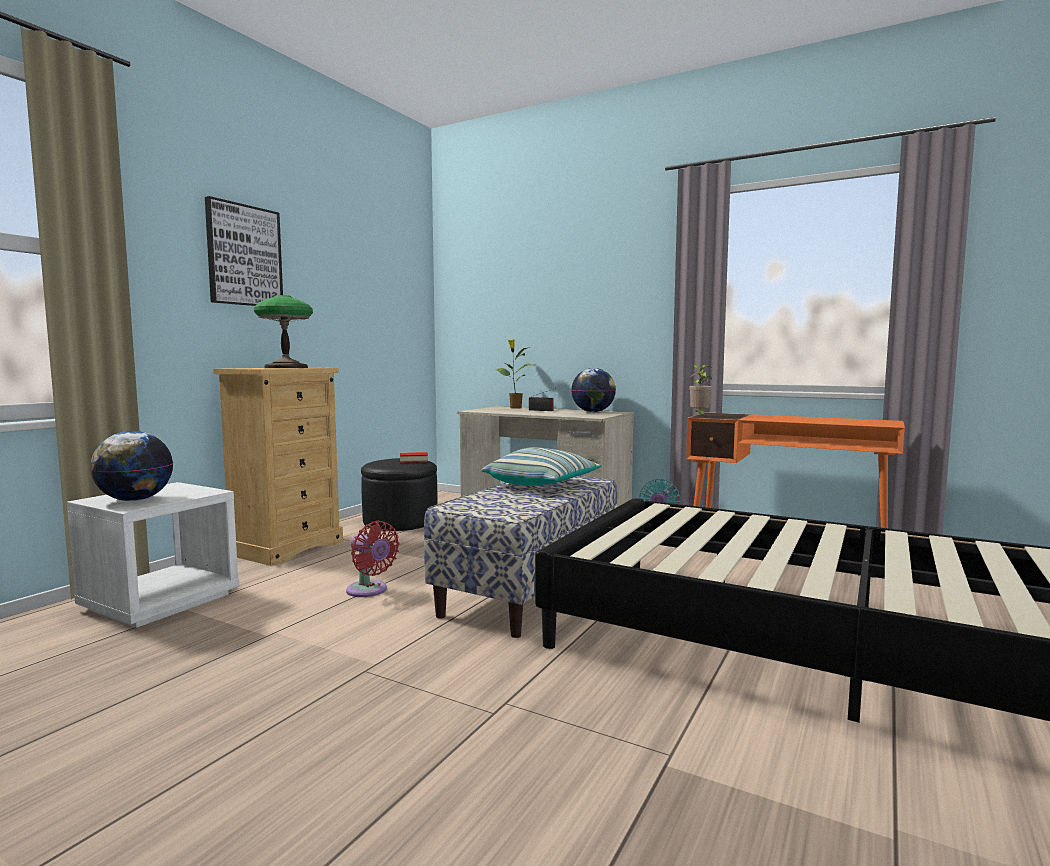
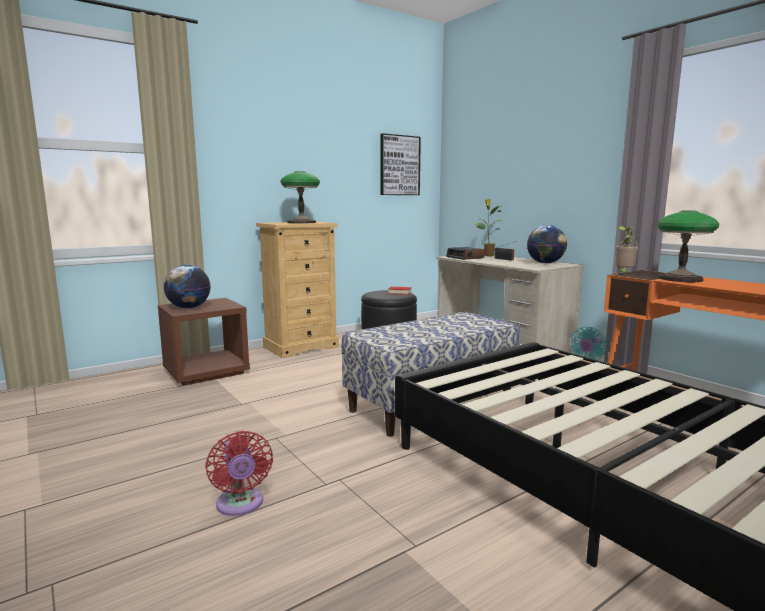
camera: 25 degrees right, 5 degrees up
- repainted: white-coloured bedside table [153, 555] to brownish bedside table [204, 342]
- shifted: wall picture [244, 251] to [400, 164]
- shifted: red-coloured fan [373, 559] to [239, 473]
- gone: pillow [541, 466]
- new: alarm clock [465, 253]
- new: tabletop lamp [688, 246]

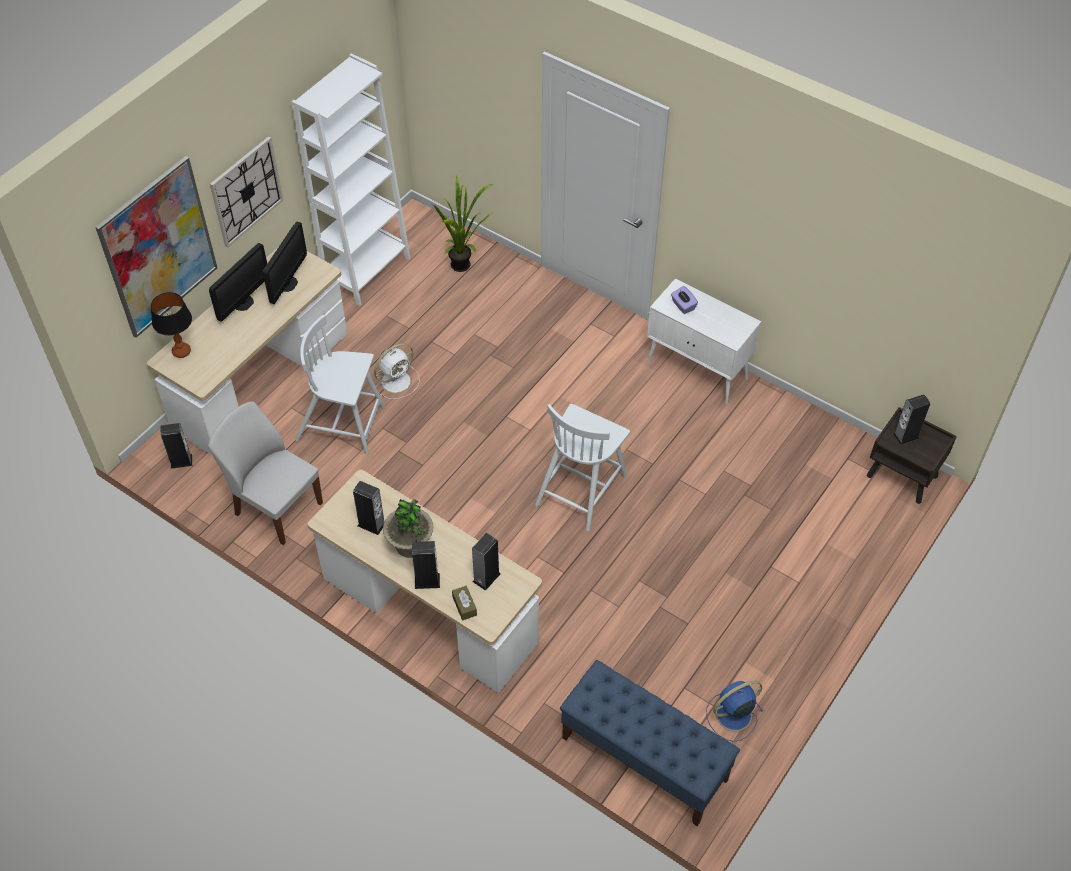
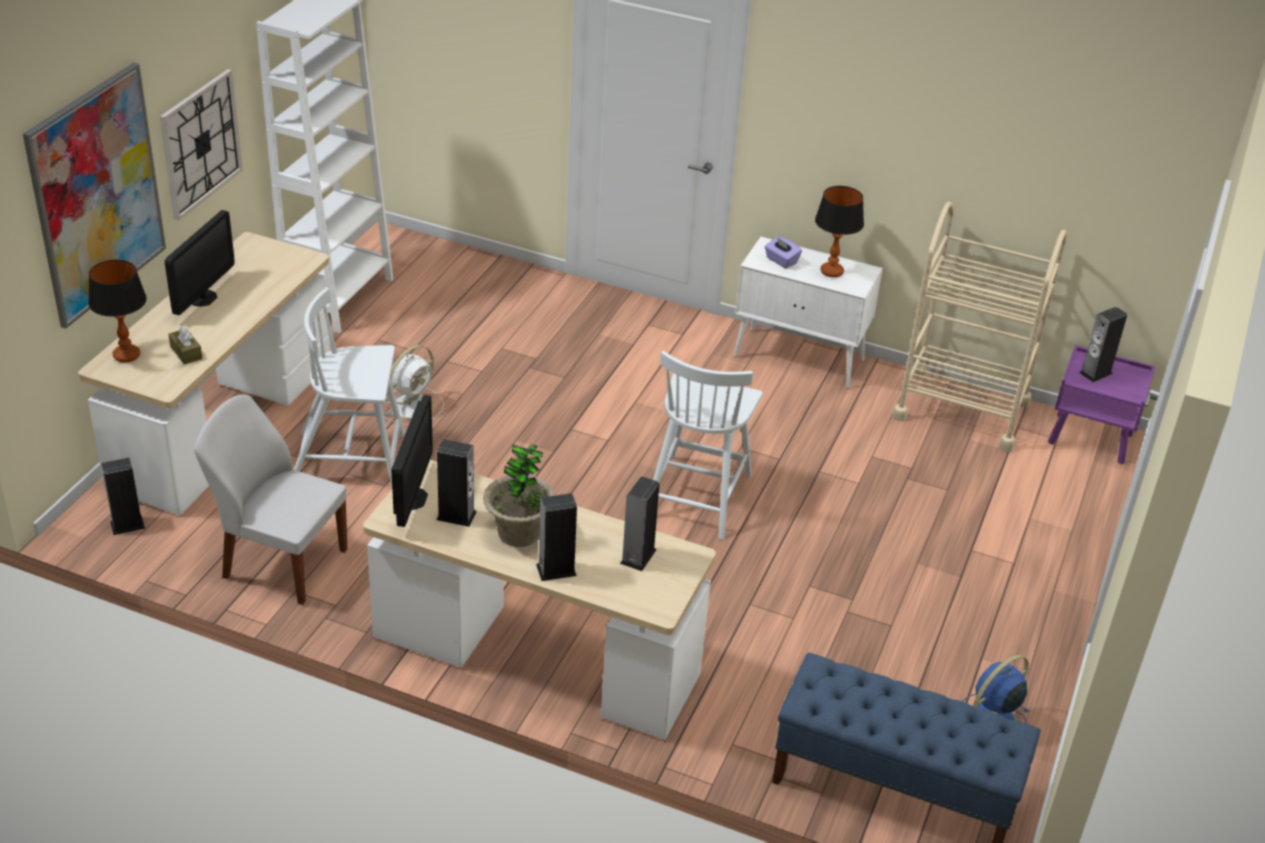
camera: 15 degrees left, 15 degrees down
- shifted: computer screen [284, 263] to [412, 461]
- gone: plant in a pot [463, 224]
- shifted: brownish box of tissues [464, 603] to [185, 345]
- repainted: brownish bedside table [912, 455] to purple-coloured bedside table [1101, 404]
- new: tabletop lamp [839, 231]
- new: sand-coloured trolley [979, 327]

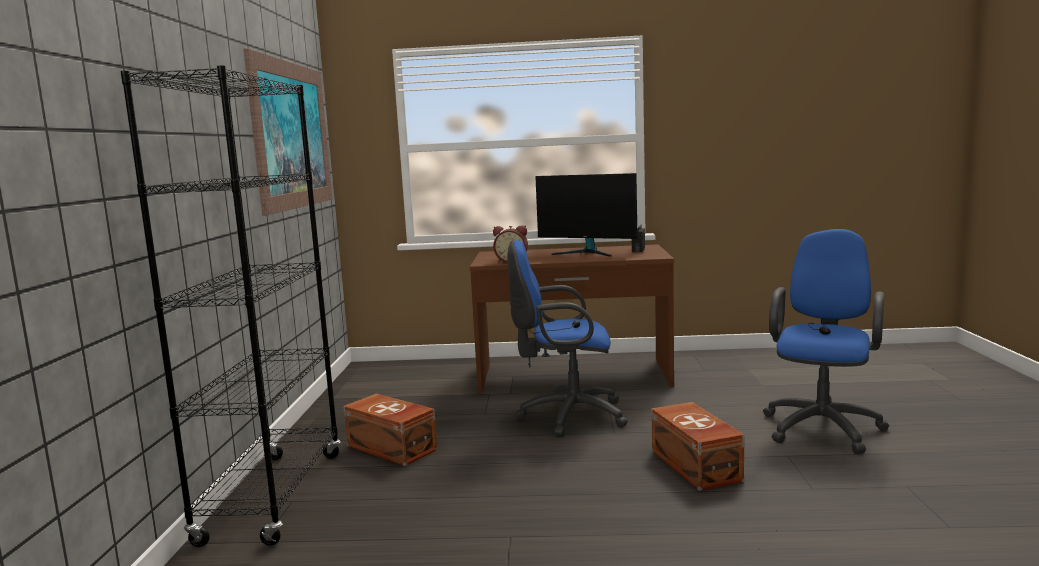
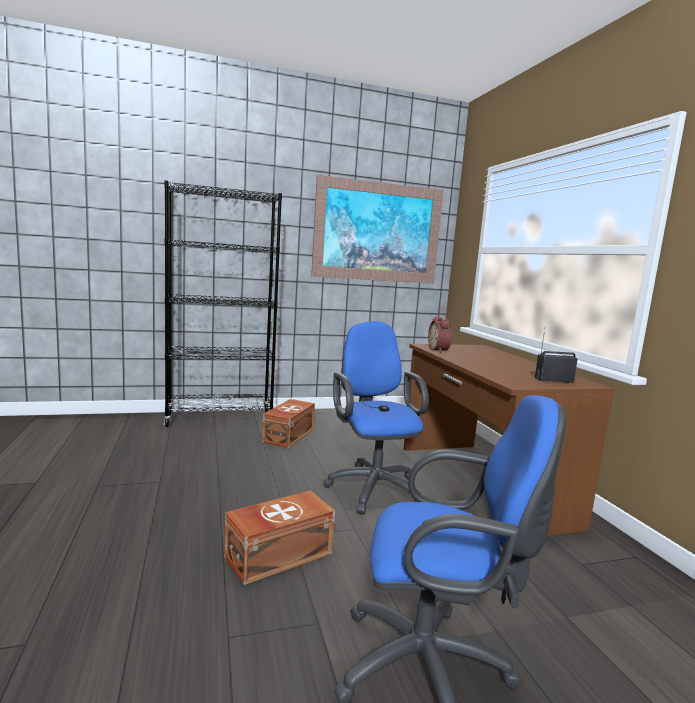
camera: 70 degrees right, 0 degrees up
- gone: computer screen [586, 215]

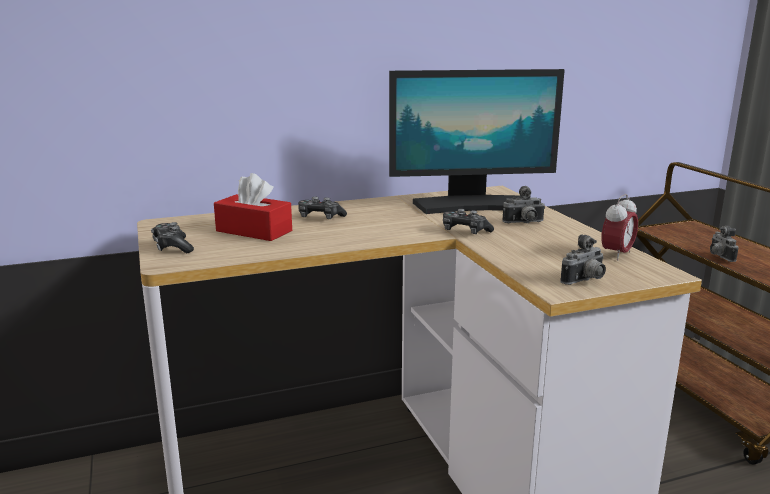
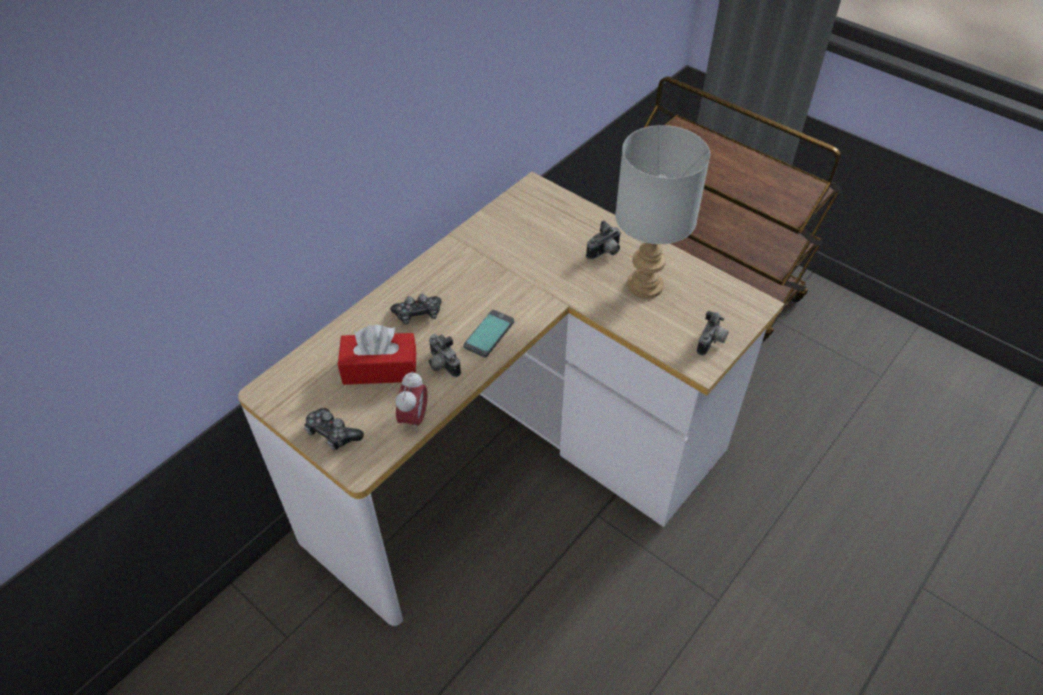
camera: 30 degrees left, 30 degrees up
- gone: computer screen [477, 141]
- gone: joypad [468, 221]
- shifted: alarm clock [619, 227] to [411, 401]
- shifted: still camera [724, 244] to [445, 355]
- new: phone [488, 334]
- new: grey tabletop lamp [662, 212]

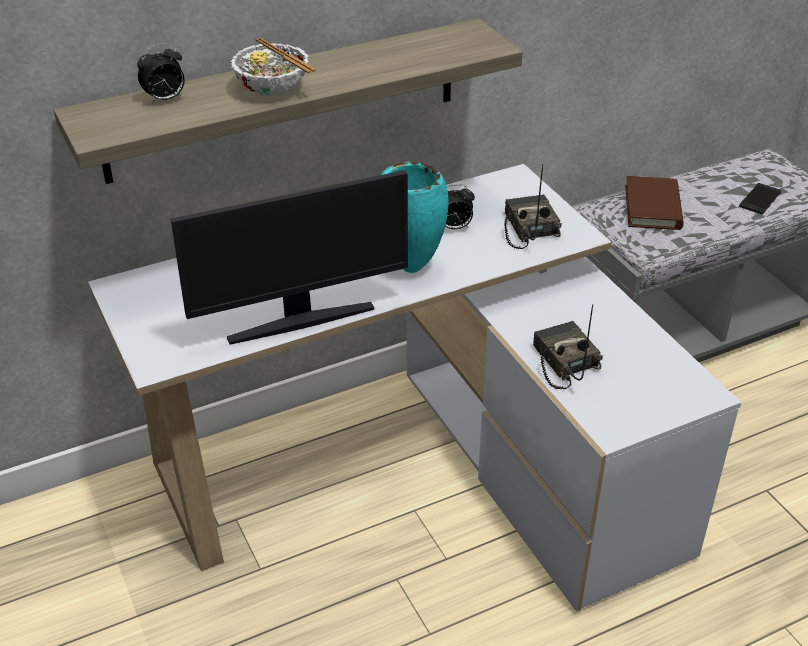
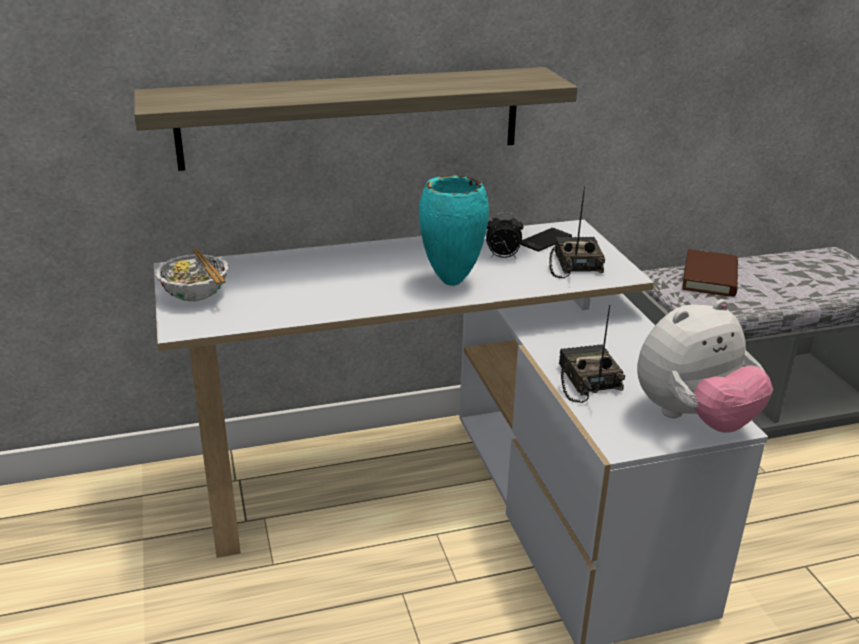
camera: 10 degrees right, 10 degrees down
- gone: alarm clock [161, 73]
- gone: computer screen [289, 257]
- shifted: deep dish [273, 67] to [192, 275]
- shifted: phone [760, 198] to [546, 240]
- new: soft toy [705, 366]

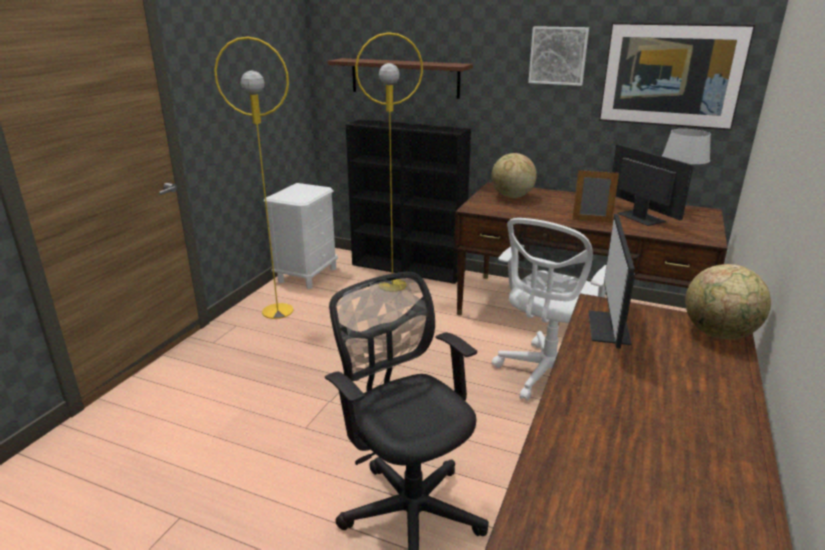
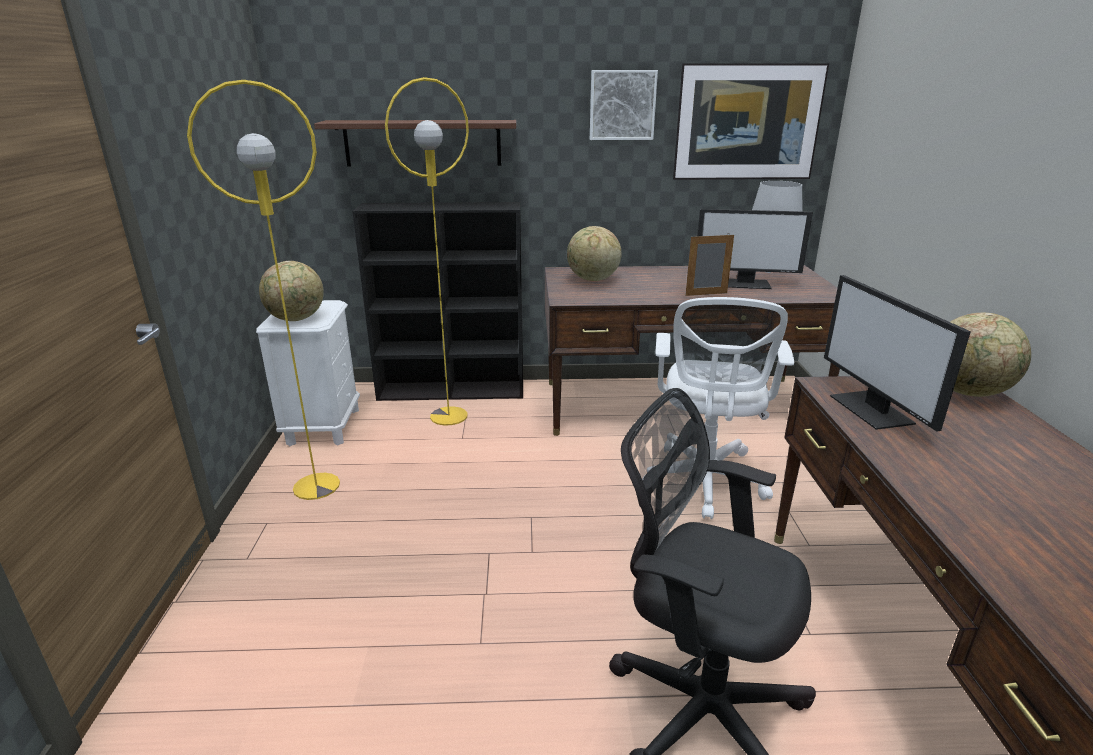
camera: 25 degrees left, 0 degrees up
- rotated: computer screen [653, 185] = [755, 249] 150 degrees clockwise
- new: world globe [291, 291]

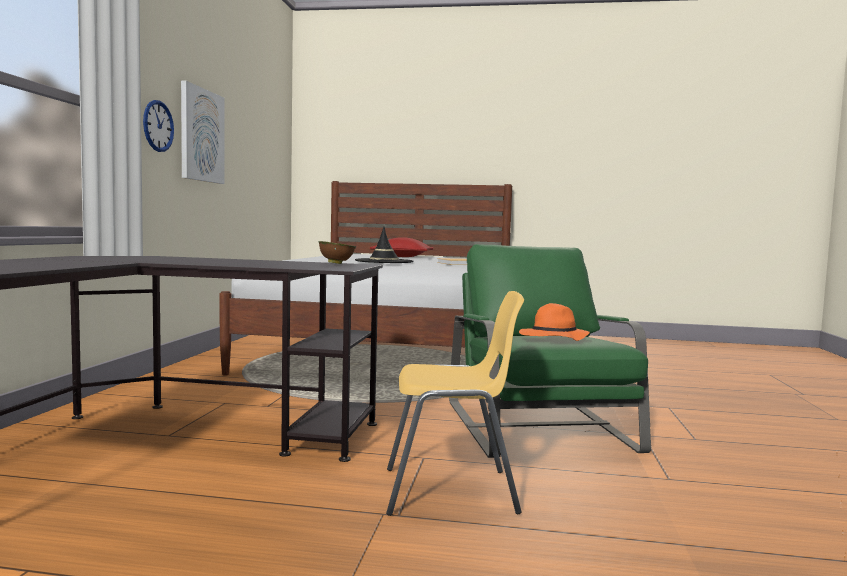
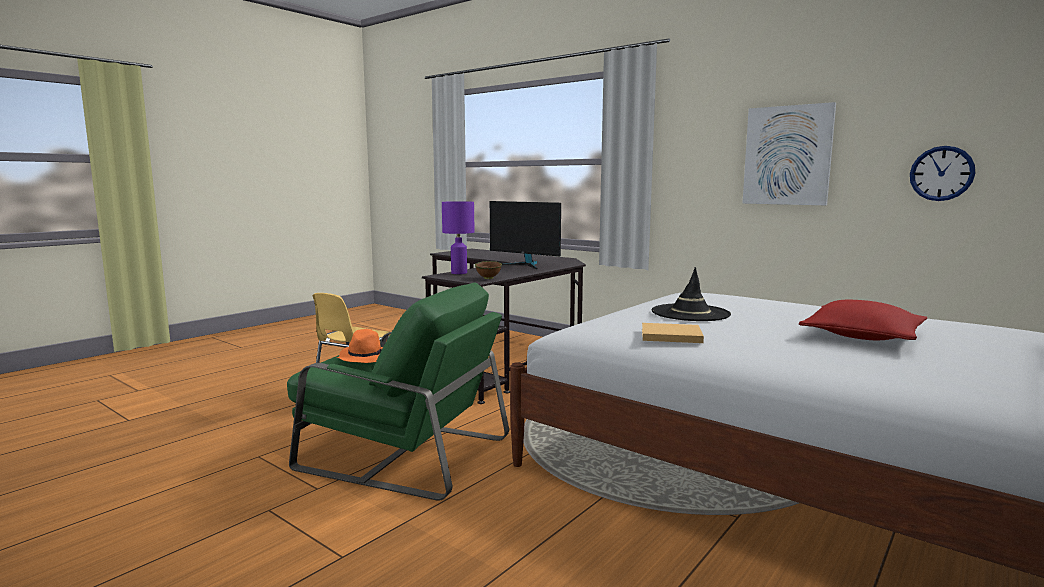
camera: 120 degrees right, 5 degrees up
- shifted: clock on the wall [158, 126] to [942, 173]
- new: purple-coloured tabletop lamp [458, 237]
- new: computer screen [525, 235]

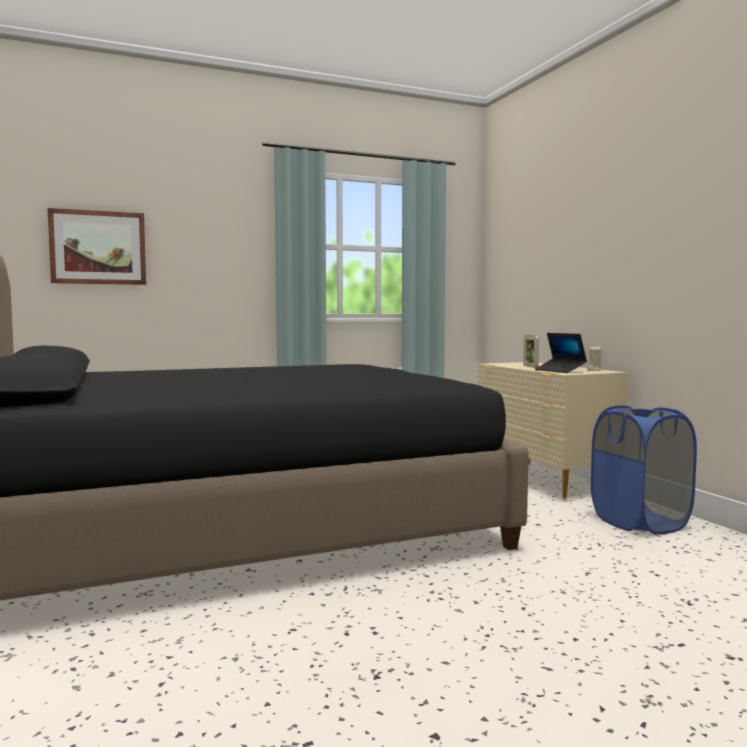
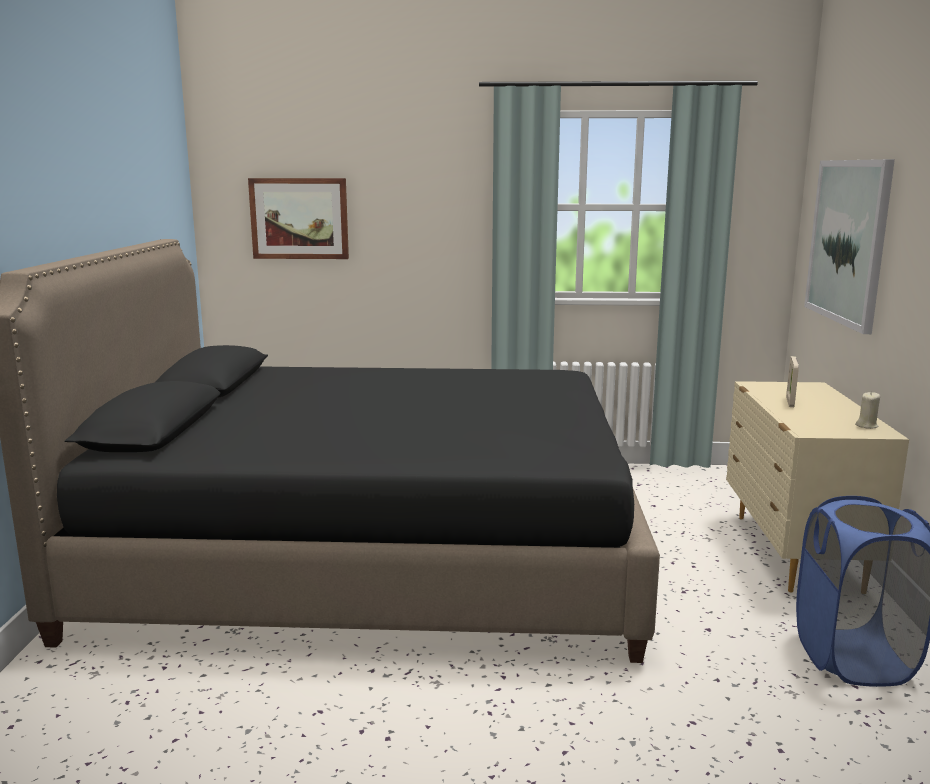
camera: 25 degrees right, 10 degrees up
- gone: portable computer [561, 353]
- new: wall picture [849, 246]

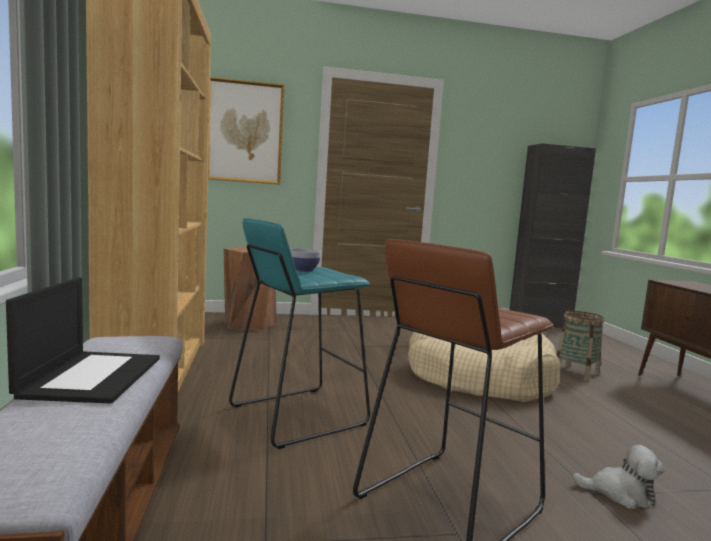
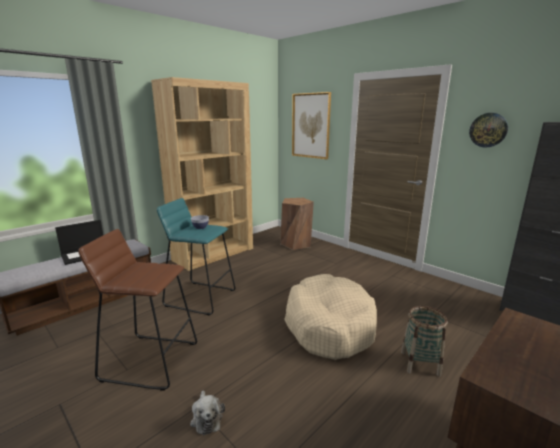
camera: 55 degrees right, 10 degrees up
- new: clock on the wall [488, 130]

